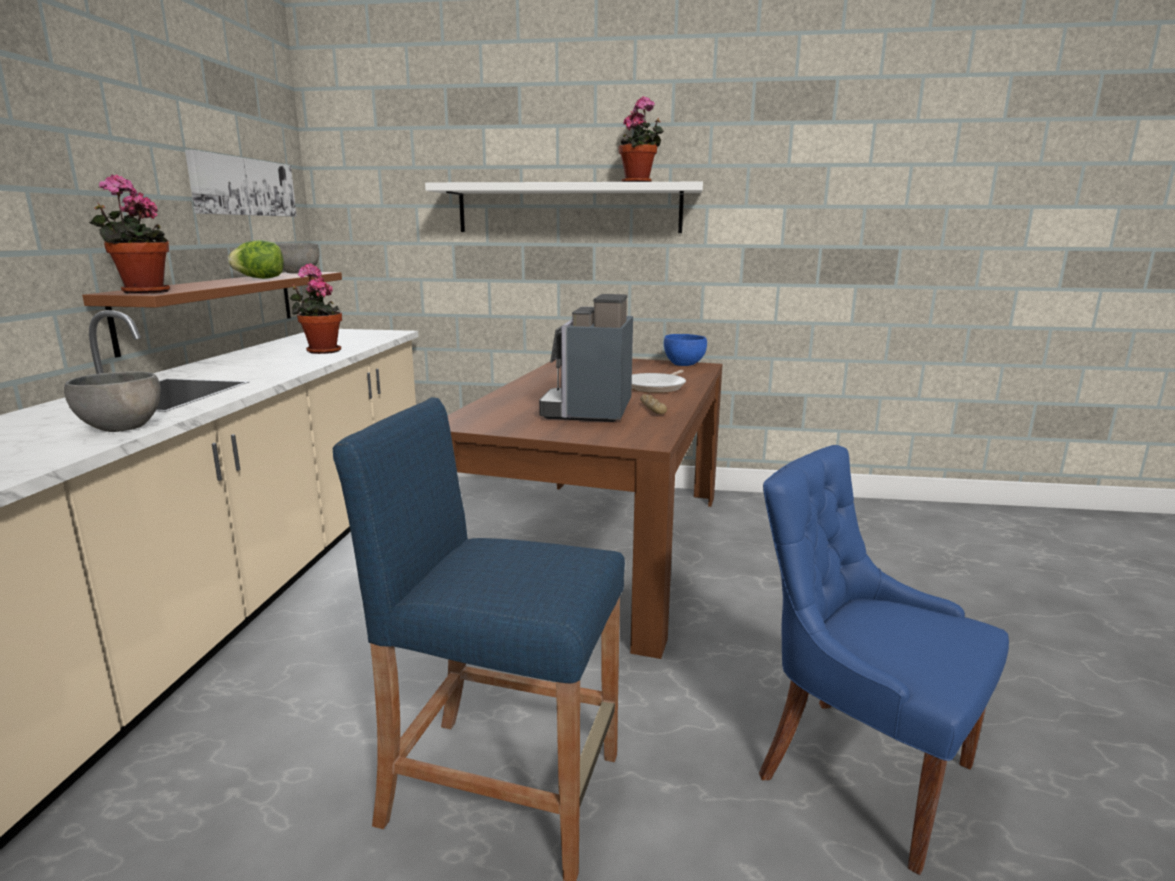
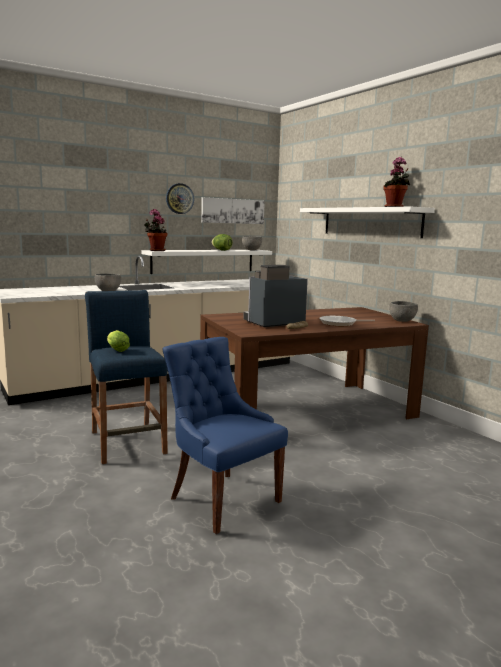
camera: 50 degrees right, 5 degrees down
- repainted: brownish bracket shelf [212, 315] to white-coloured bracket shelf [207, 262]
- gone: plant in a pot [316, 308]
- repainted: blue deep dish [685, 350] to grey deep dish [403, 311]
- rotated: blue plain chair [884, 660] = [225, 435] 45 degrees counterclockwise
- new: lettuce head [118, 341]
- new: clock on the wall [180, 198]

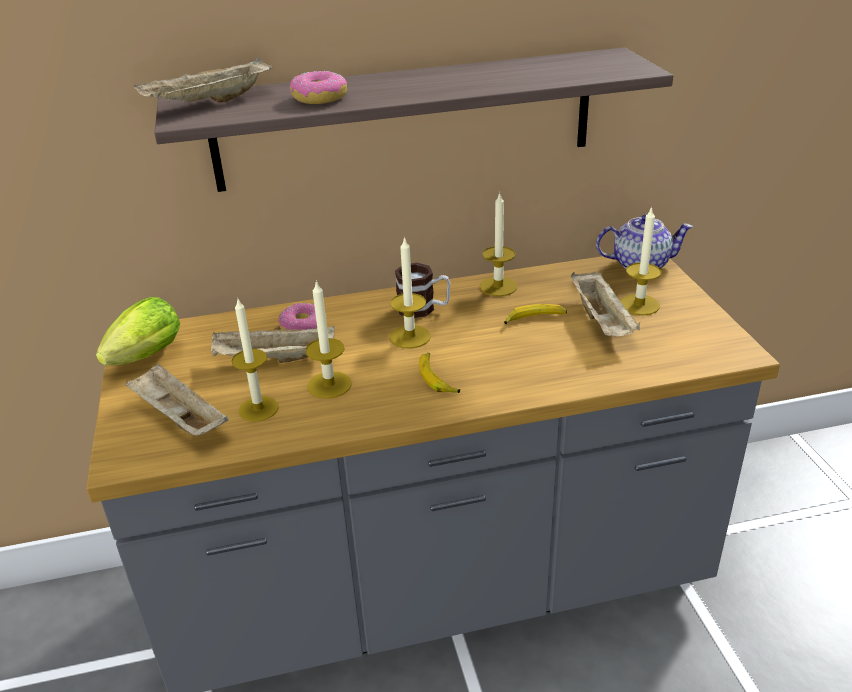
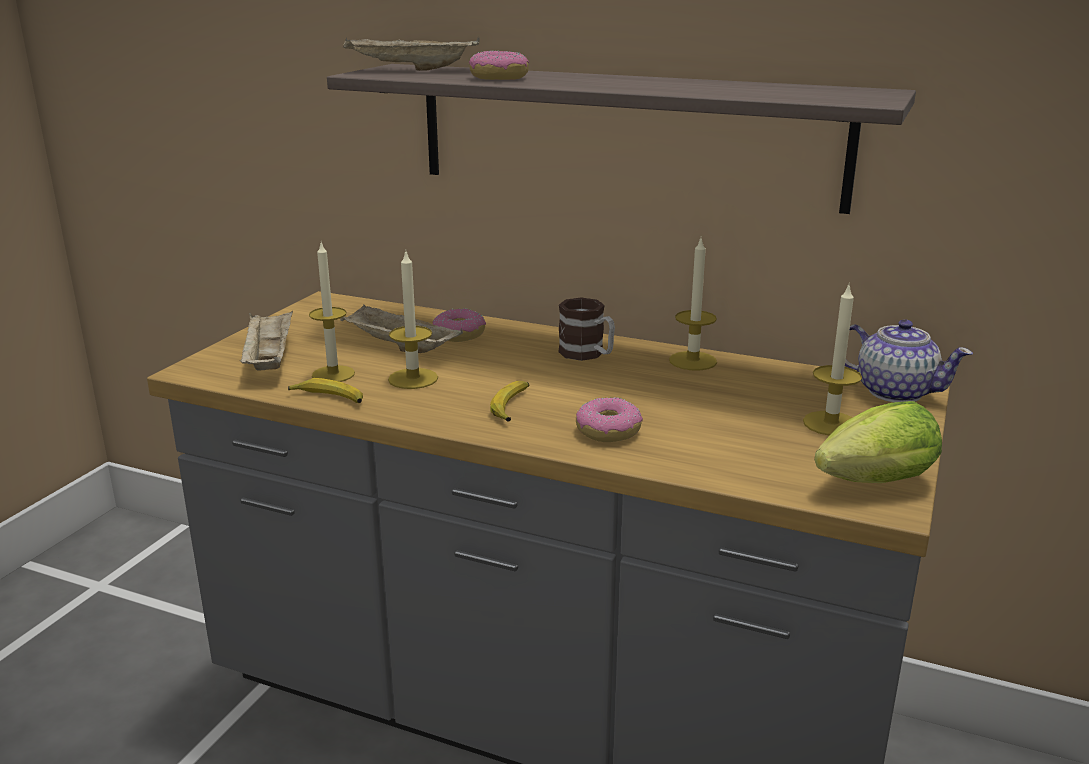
camera: 35 degrees right, 10 degrees down
- shifted: lettuce head [138, 331] to [878, 442]
- gone: wax candle [410, 292]
- shifted: banana [535, 314] to [325, 390]
- gone: sand-coloured tray [605, 303]
- new: doughnut [609, 419]

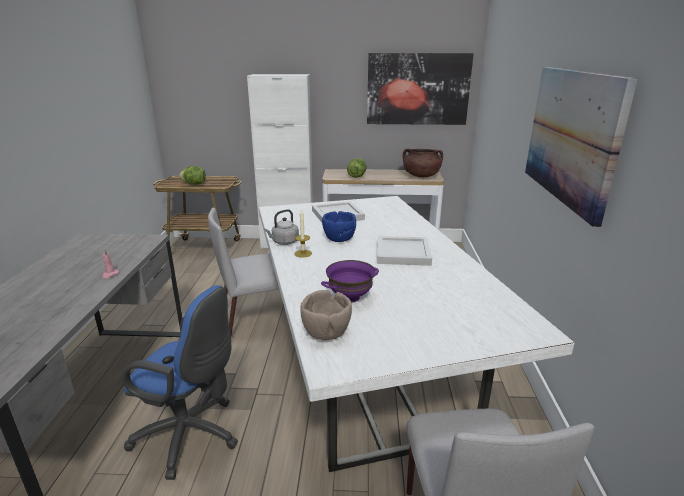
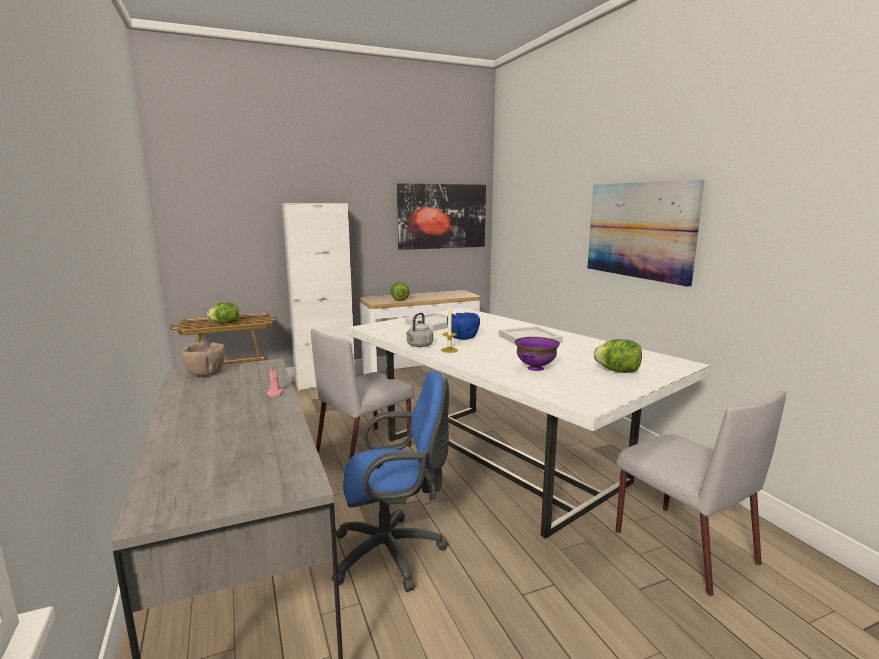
camera: 25 degrees left, 10 degrees down
- shifted: brownish deep dish [326, 315] to [203, 359]
- gone: brownish stockpot [423, 163]
- new: lettuce head [618, 356]

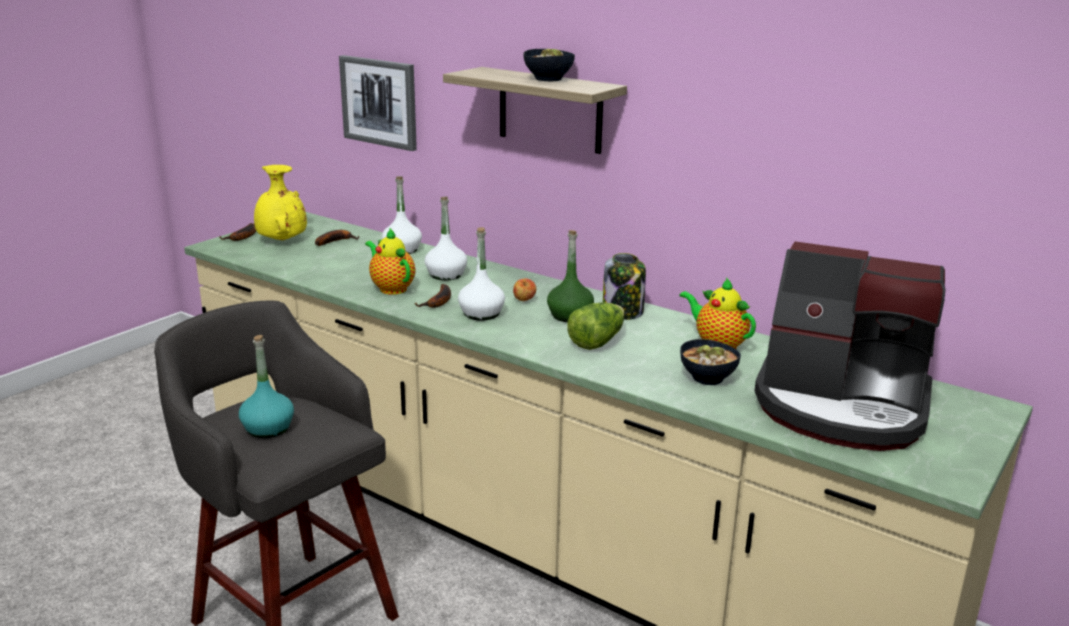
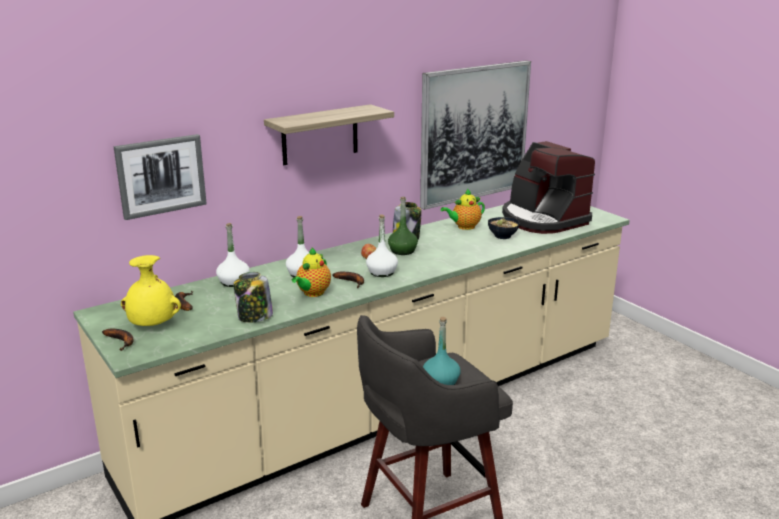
camera: 70 degrees left, 0 degrees up
- rotated: tea pot [390, 261] = [311, 272] 45 degrees counterclockwise
- gone: deep dish [549, 65]
- gone: lettuce head [595, 326]
- rotated: coffee brewer [850, 346] = [548, 187] 105 degrees clockwise
- new: preserve jar [253, 297]
- new: wall picture [475, 135]

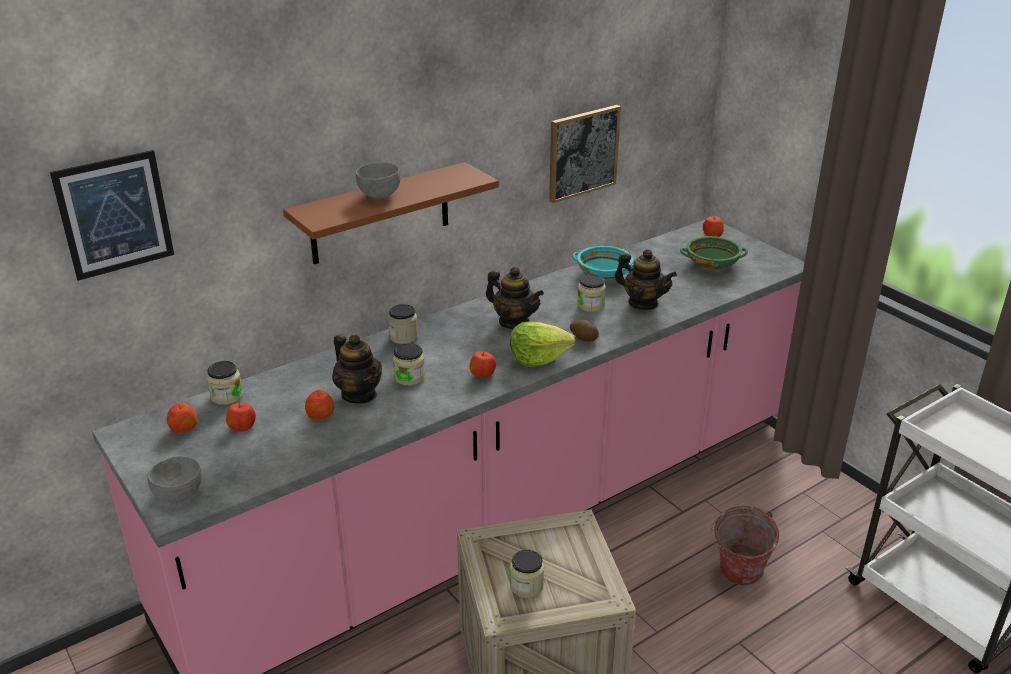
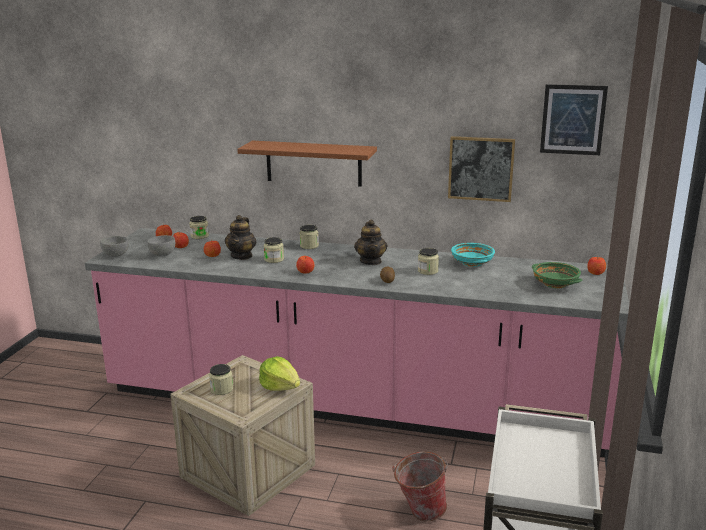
camera: 50 degrees right, 10 degrees down
- shifted: wall picture [112, 215] to [574, 119]
- shifted: grey deep dish [378, 180] to [161, 246]
- shifted: lettuce head [542, 344] to [279, 373]
- gone: tea pot [646, 279]

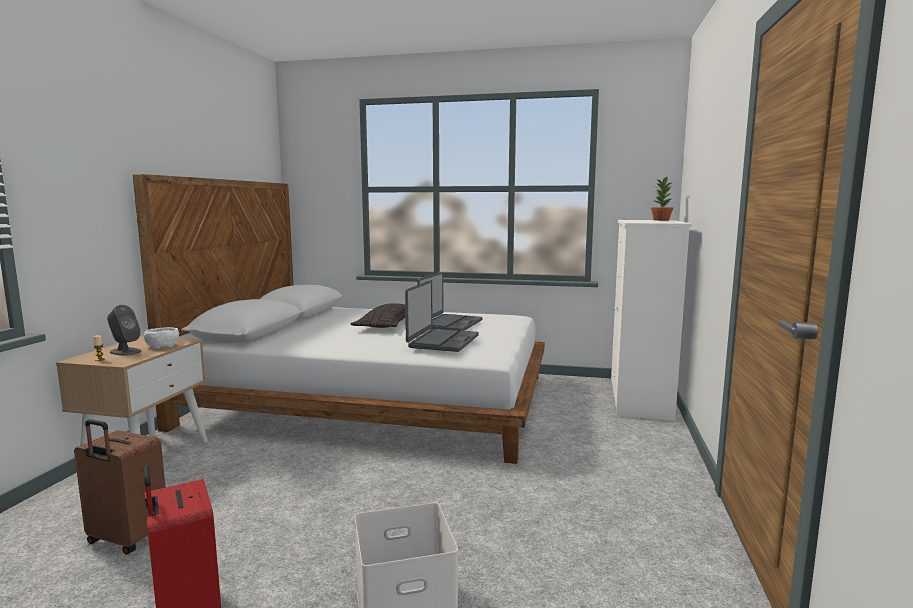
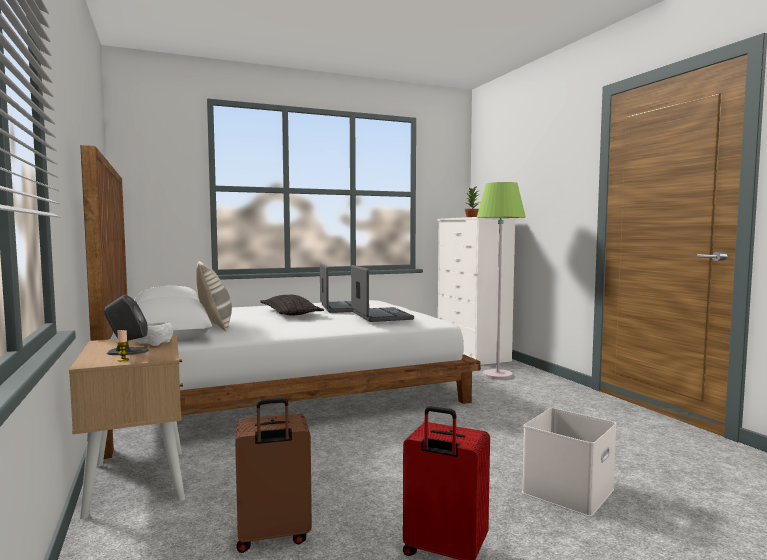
camera: 35 degrees left, 5 degrees down
- new: pillow [214, 296]
- new: green standing lamp [501, 281]

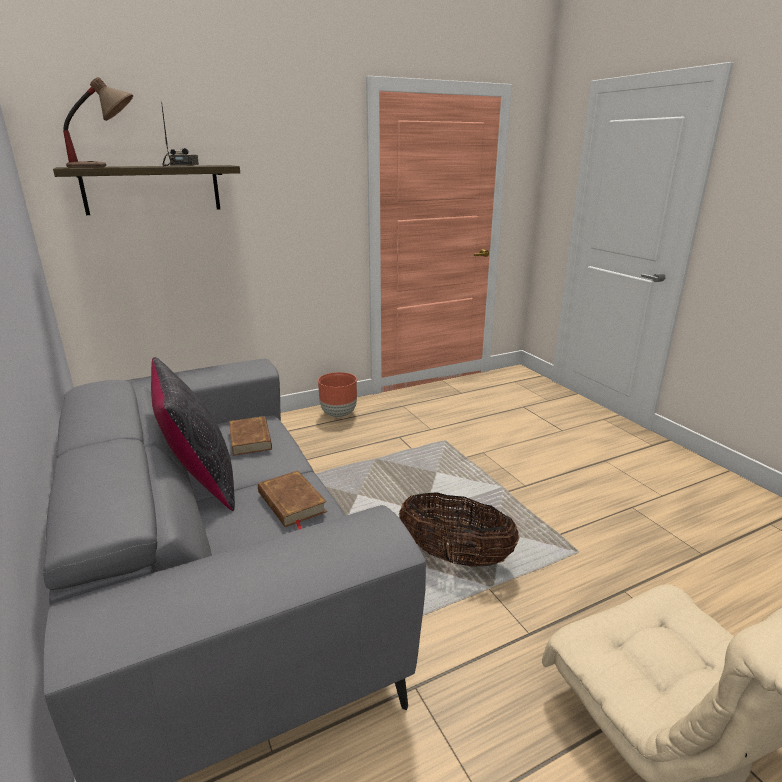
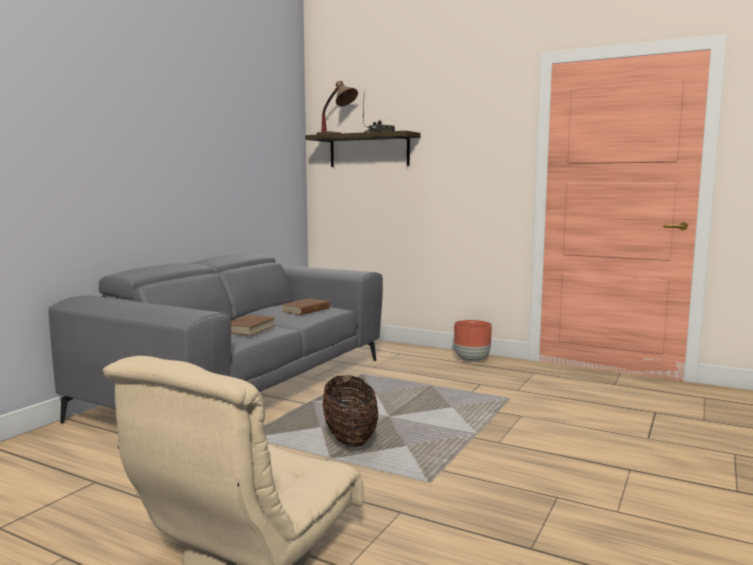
camera: 55 degrees right, 15 degrees down
- gone: black pillow [193, 434]

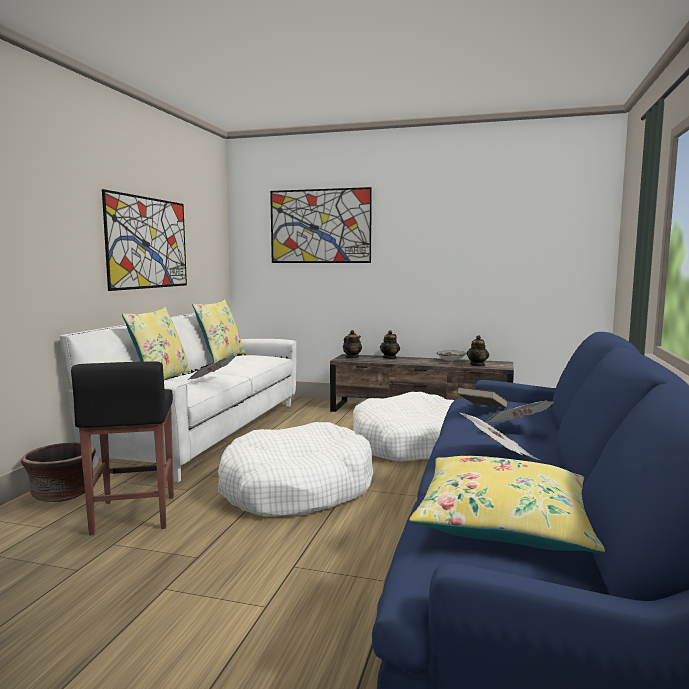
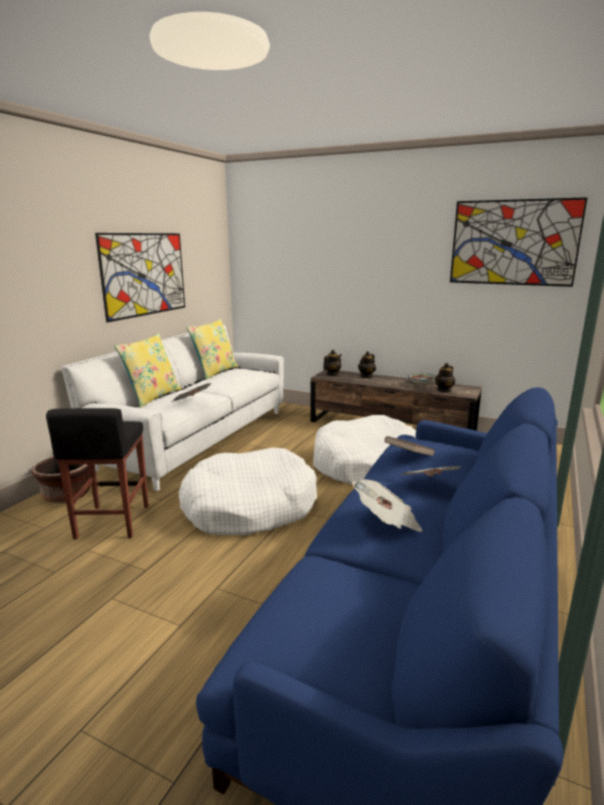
camera: 10 degrees right, 10 degrees up
- shifted: wall picture [321, 225] to [519, 242]
- gone: yellow pillow [507, 504]

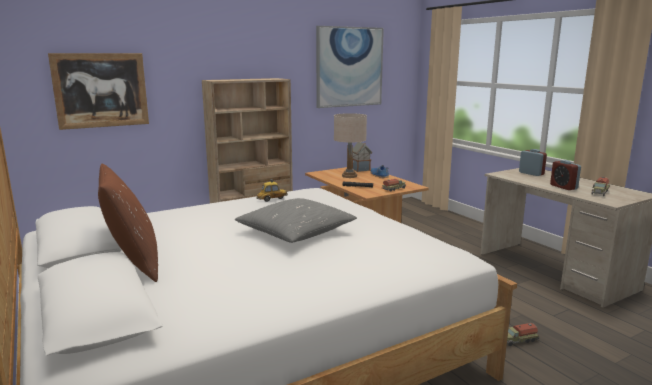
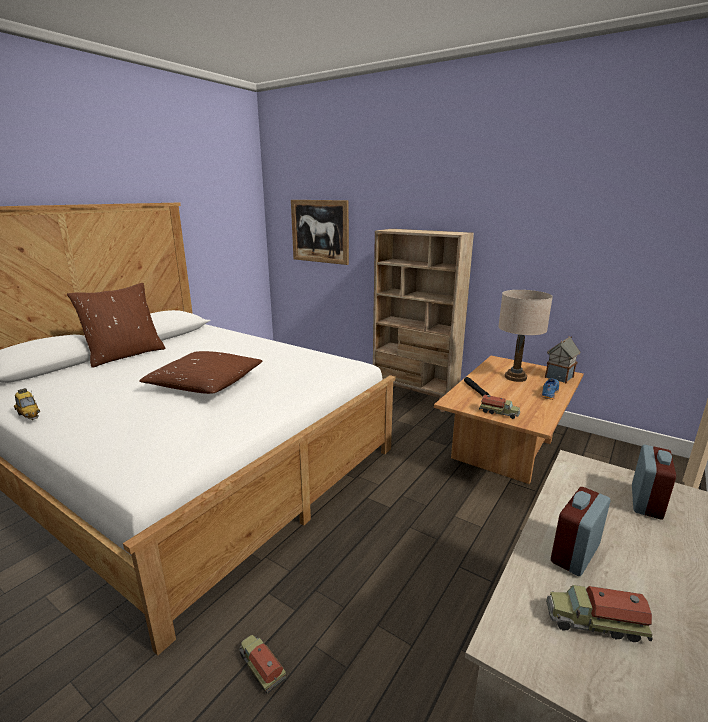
camera: 65 degrees right, 5 degrees up
- repainted: grey pillow [296, 220] to brownish pillow [200, 372]
- shifted: model car [272, 190] to [27, 404]
- gone: wall picture [350, 67]

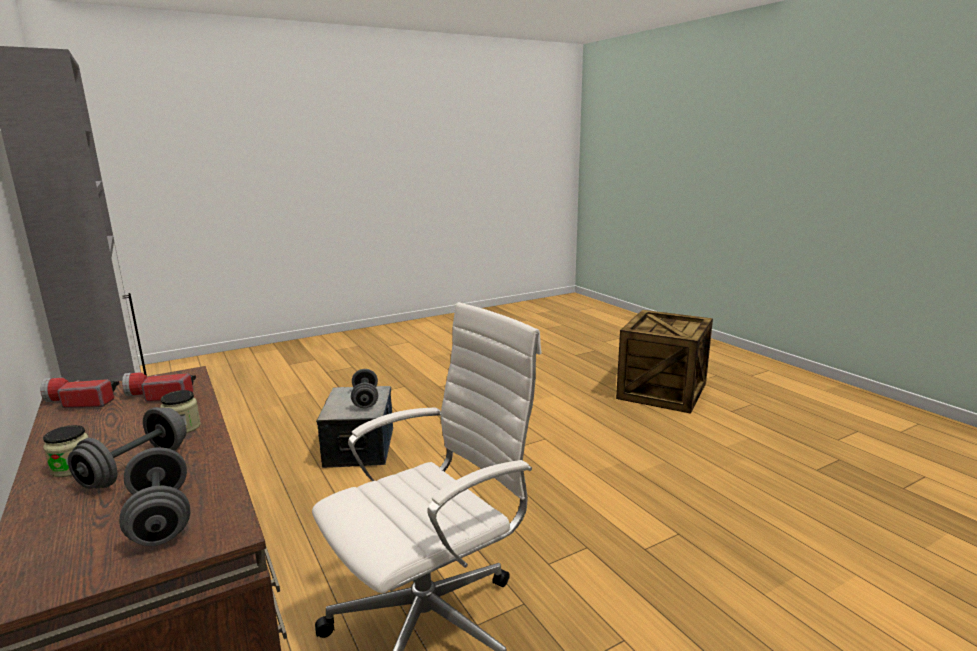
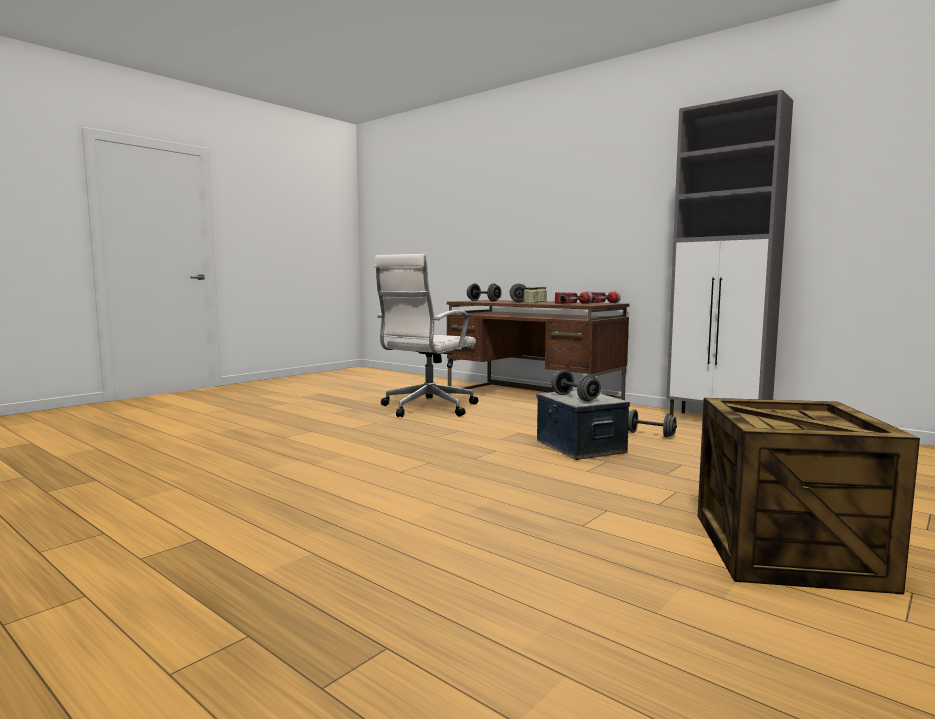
camera: 160 degrees right, 10 degrees down
- shifted: shipping crate [664, 362] to [809, 496]
- new: grey free weight [652, 423]

